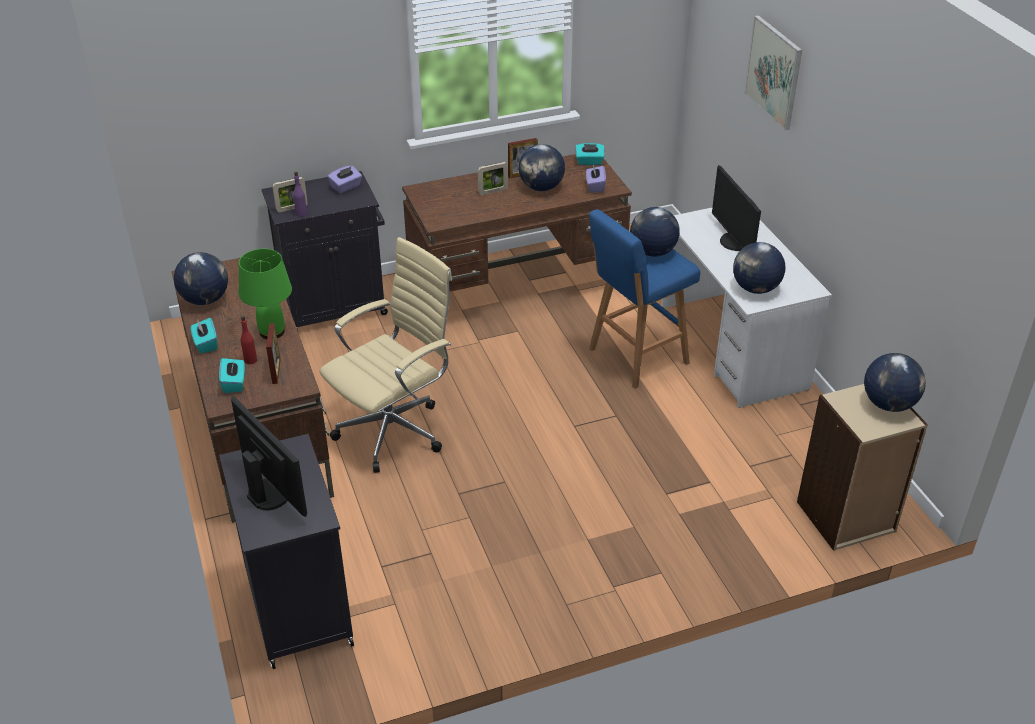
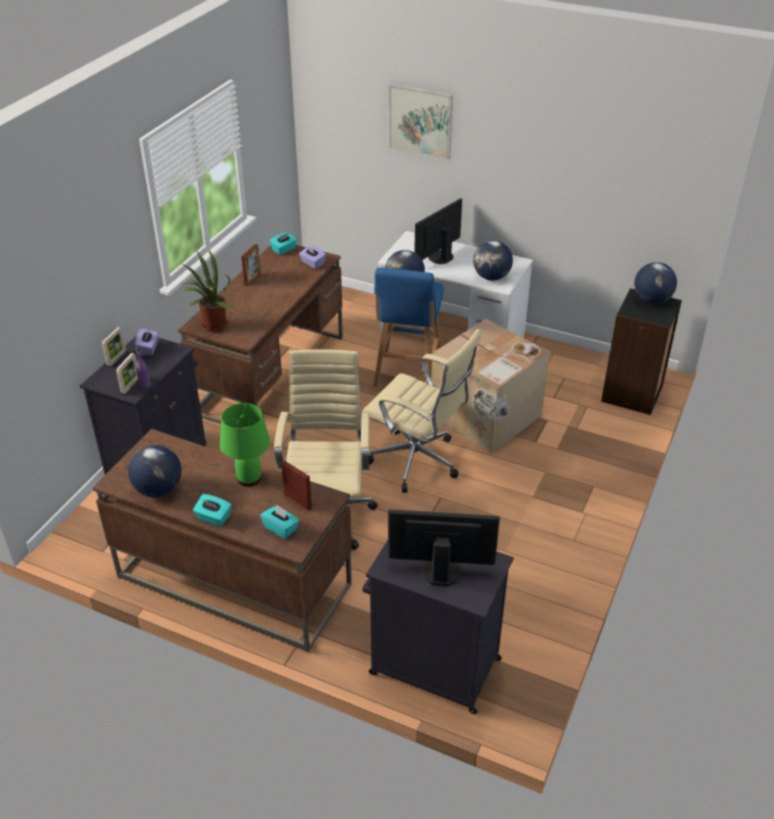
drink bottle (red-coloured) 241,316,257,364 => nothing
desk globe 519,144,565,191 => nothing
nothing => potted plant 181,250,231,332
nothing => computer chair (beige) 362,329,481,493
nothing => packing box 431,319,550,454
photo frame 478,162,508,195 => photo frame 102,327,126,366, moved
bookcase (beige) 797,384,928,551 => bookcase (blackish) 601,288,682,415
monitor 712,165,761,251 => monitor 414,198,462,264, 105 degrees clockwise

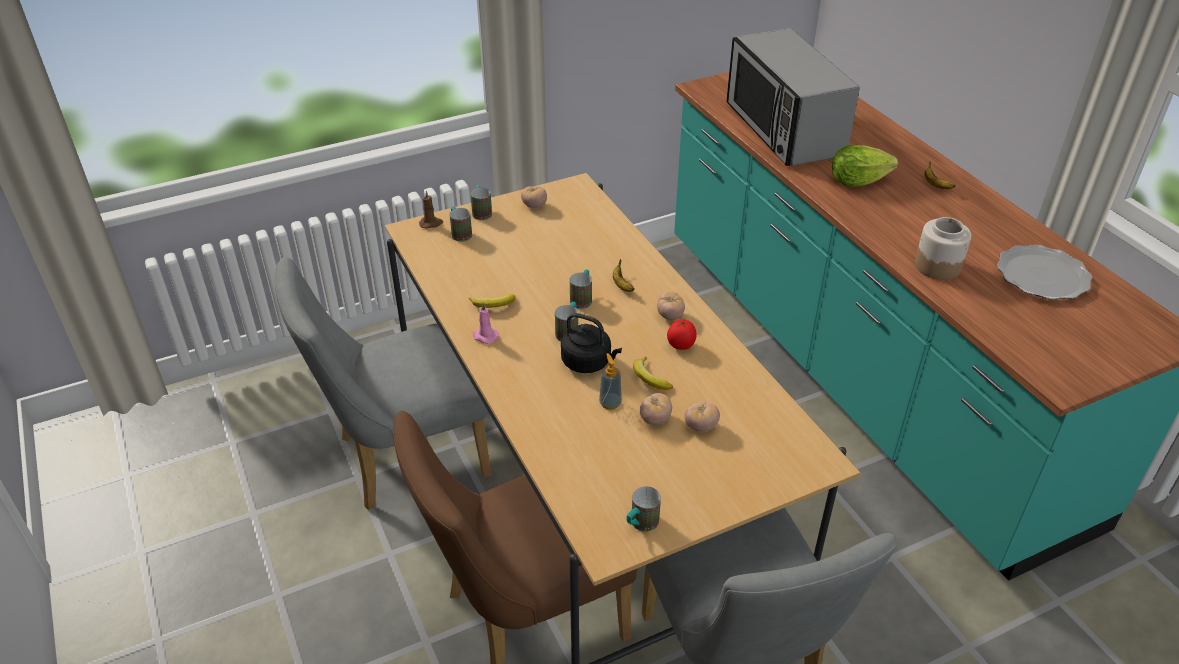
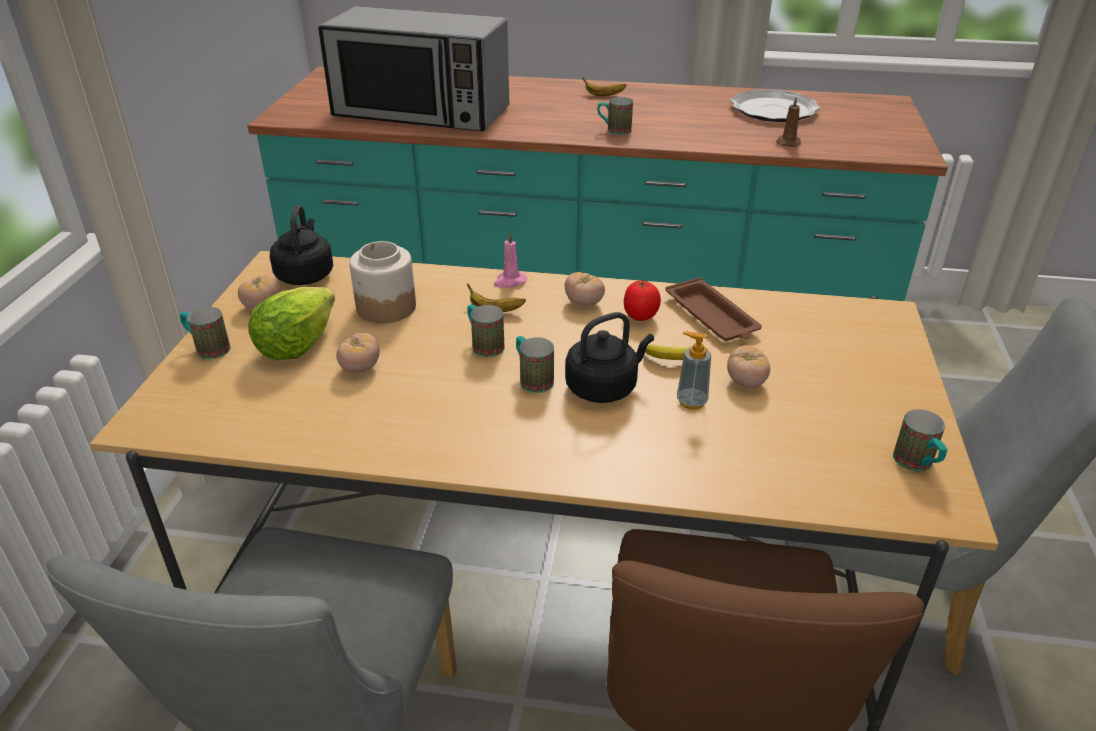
banana fruit 469,294,516,308 => nothing
nothing => tea kettle (blackish) 270,205,333,285
nothing => serving tray (brown) 665,277,762,341
wax candle (brown) 419,191,443,229 => wax candle (brown) 776,97,801,147, moved
coffee mug 450,206,472,242 => coffee mug 597,97,633,135, moved
wax candle (pinkish) 473,303,499,344 => wax candle (pinkish) 494,232,527,288, moved
fresh tomato 685,402,720,432 => fresh tomato 336,333,380,373, moved
lettuce head 832,145,898,187 => lettuce head 248,287,335,360, moved
preserve jar 915,217,971,280 => preserve jar 349,241,416,323, moved

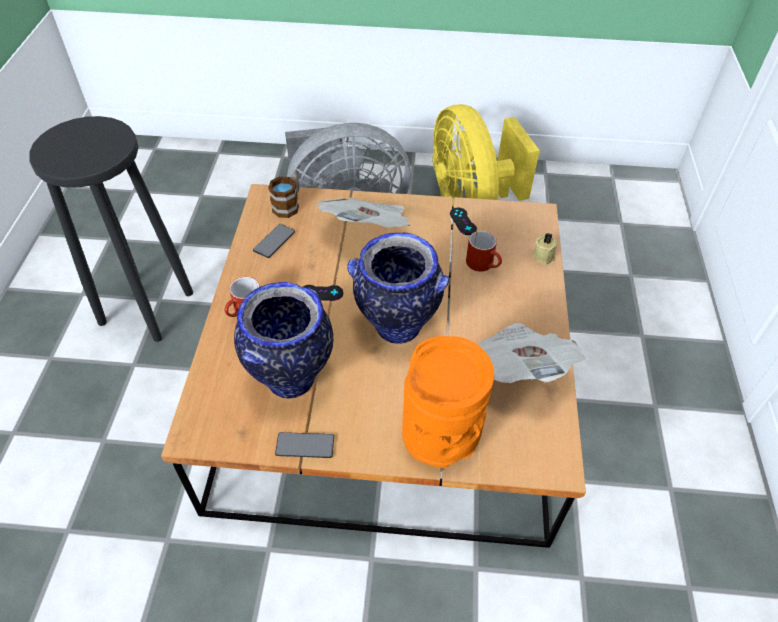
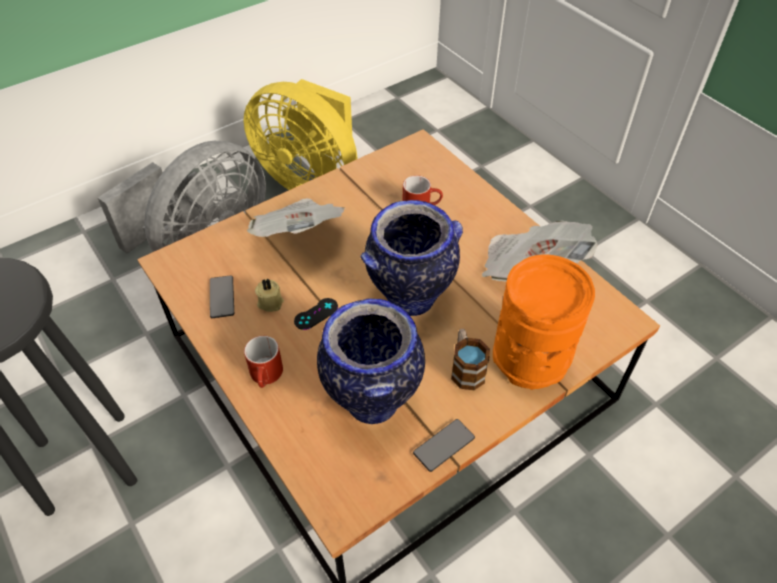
gamepad (blackish) 450,208,477,235 => nothing
coffee mug 268,173,299,218 => coffee mug 451,329,490,390, moved
wax candle (beige) 532,233,557,265 => wax candle (beige) 255,278,284,312, moved

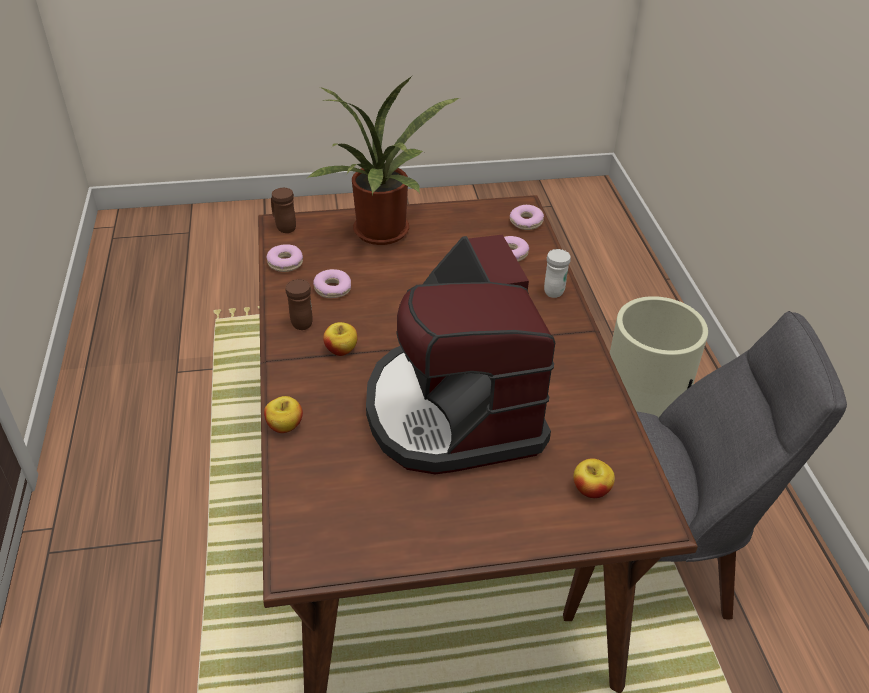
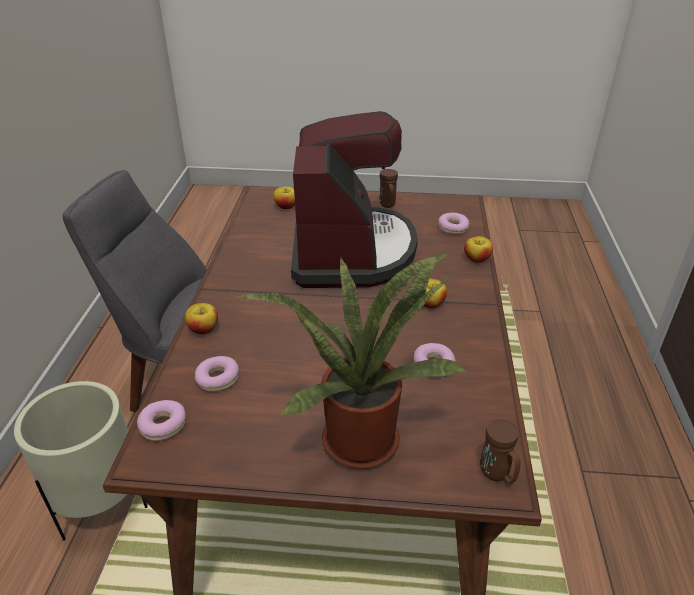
ring doughnut 266,244,303,272 => ring doughnut 438,213,469,234, moved
coffee mug (brown) 285,279,313,330 => coffee mug (brown) 379,169,398,208, moved
coffee mug (white-coloured) 544,249,571,298 => apple 185,303,218,335

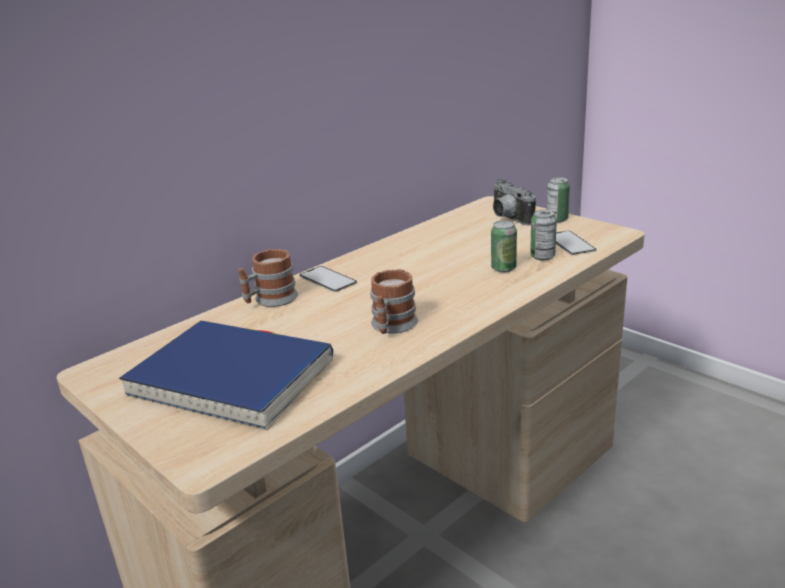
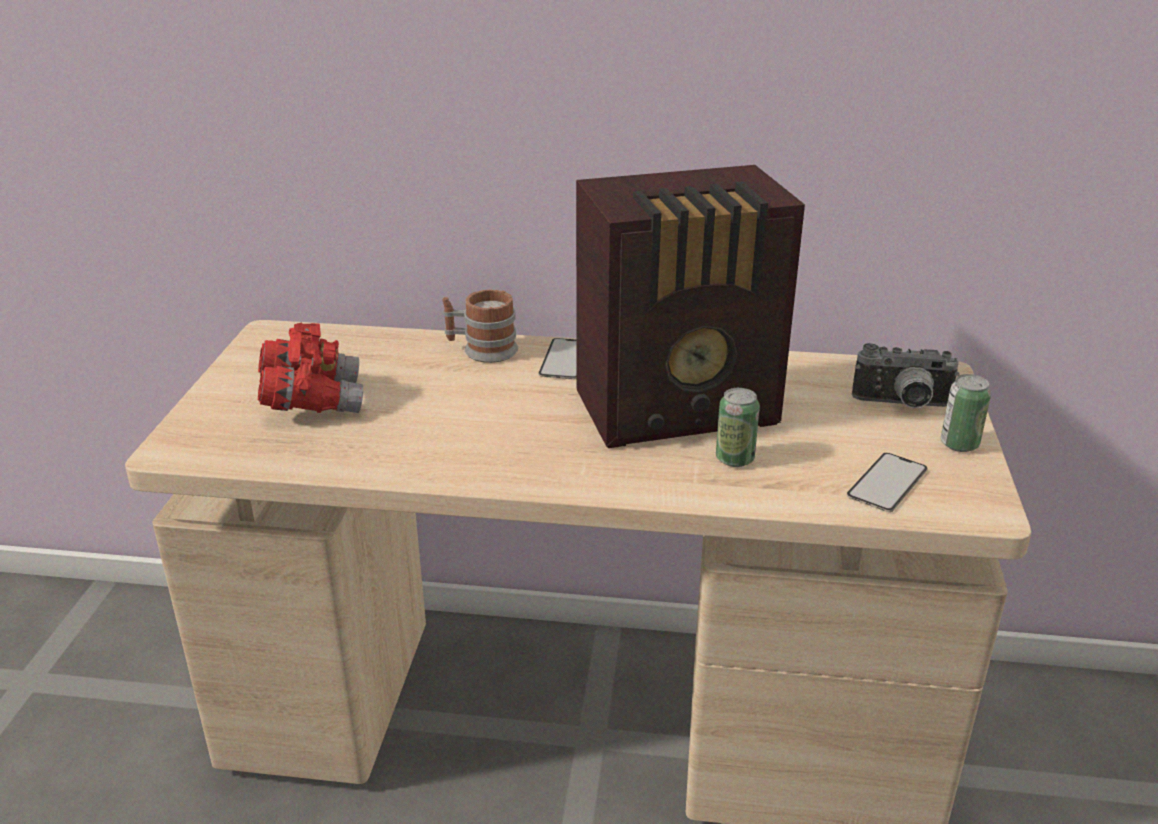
coffee mug 370,269,418,334 => nothing
can 530,210,557,260 => nothing
nothing => radio 576,165,805,448
book (bluish) 119,321,333,430 => pair of binoculars (red-coloured) 258,323,363,413
still camera 493,178,536,225 => still camera 852,343,959,408, 105 degrees counterclockwise

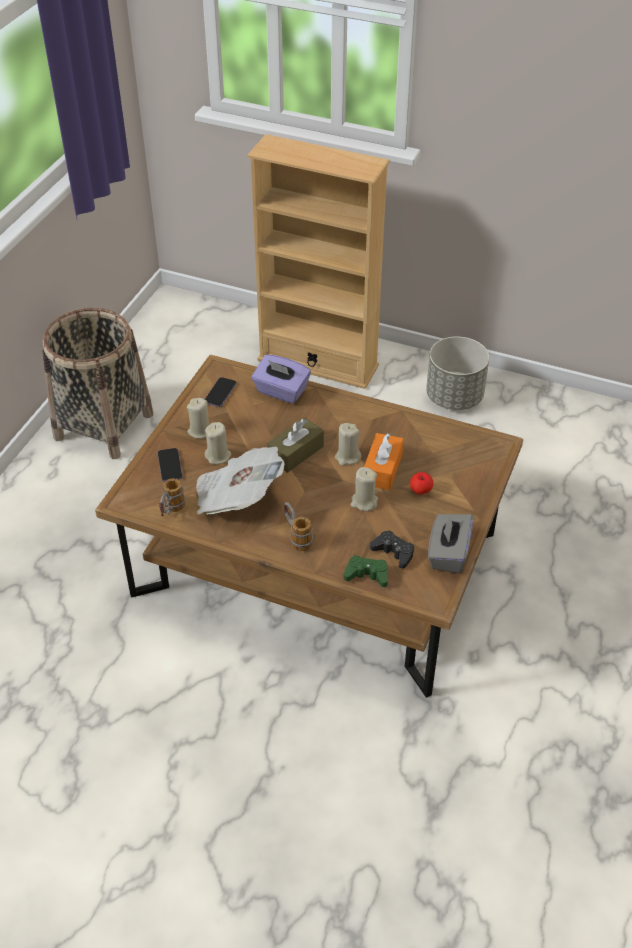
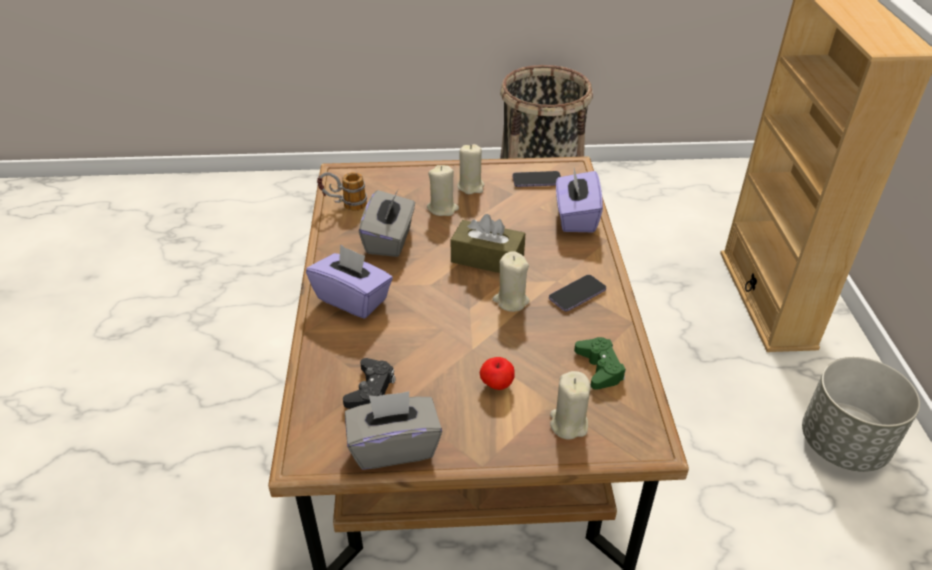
tissue box (orange-coloured) 364,433,404,490 => nothing
telephone 158,448,183,482 => telephone 549,275,606,311, moved
gamepad (greenish) 343,555,388,587 => gamepad (greenish) 574,337,626,390, moved
wax candle (beige) 351,467,378,511 => wax candle (beige) 550,371,591,440, moved
printed paper 196,447,284,514 => tissue box (greyish) 359,190,415,257
coffee mug 283,502,313,551 => tissue box (purple) 306,244,393,319

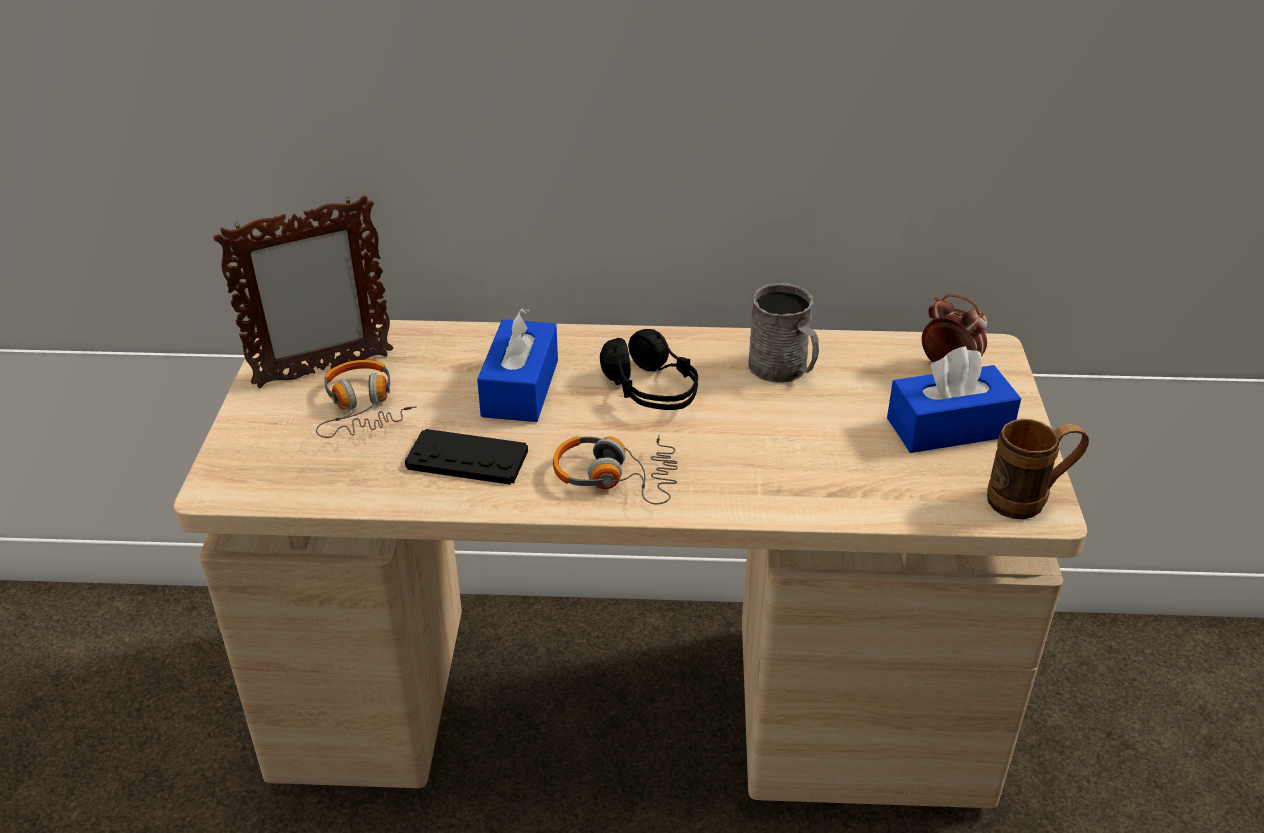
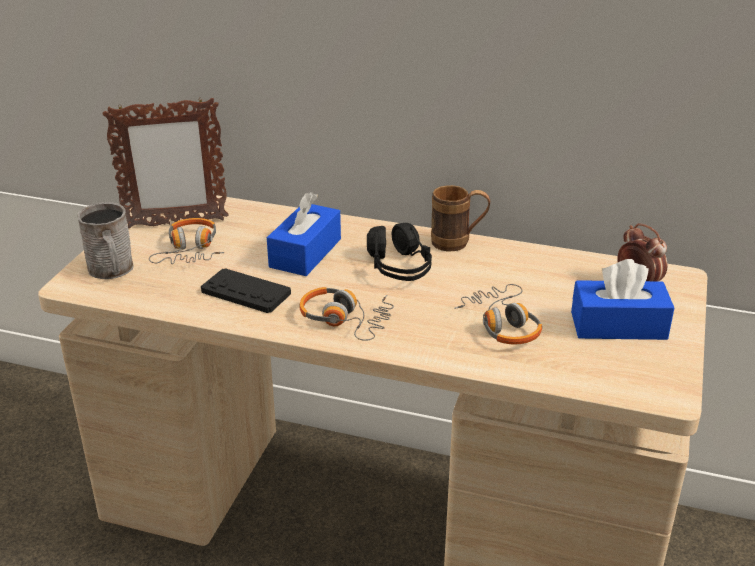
nothing => headset 454,284,542,344
coffee mug (greyish) 748,283,819,383 => coffee mug (greyish) 78,202,134,279, moved
coffee mug (brown) 987,419,1089,519 => coffee mug (brown) 431,185,490,251, moved

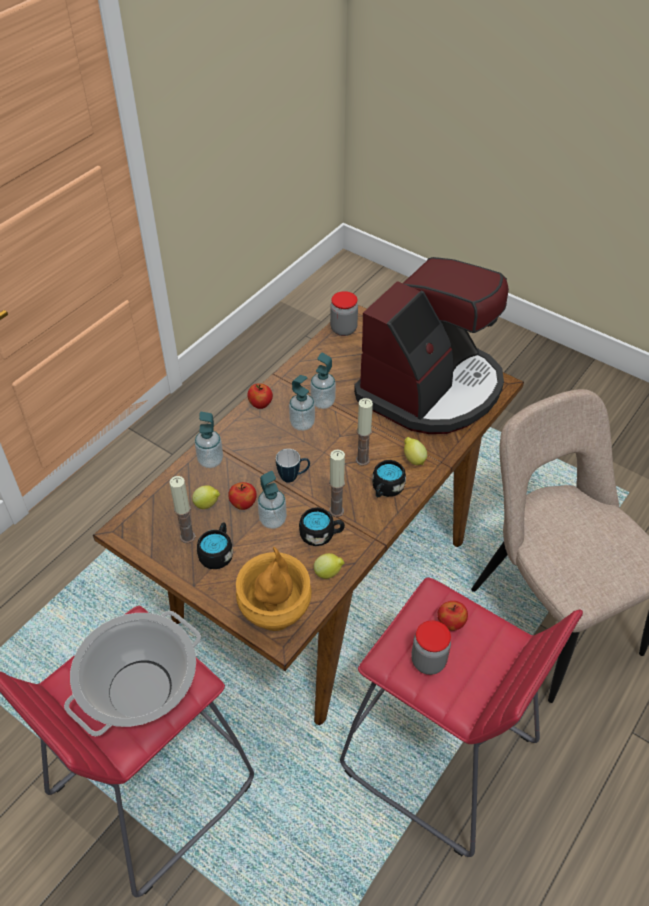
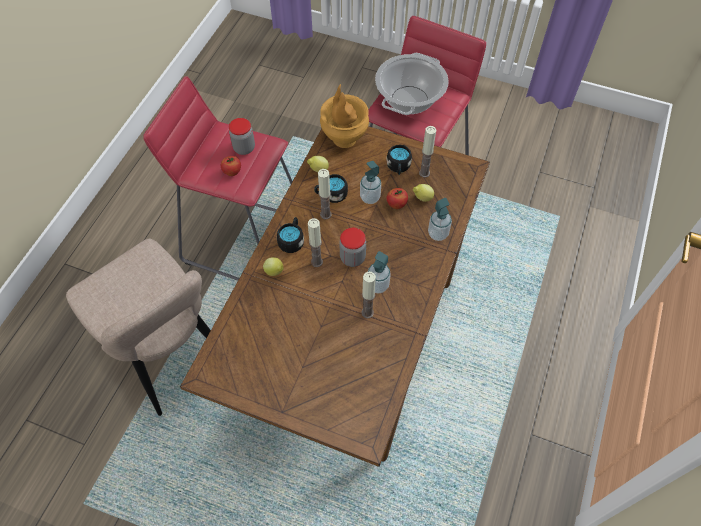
apple 247,383,273,409 => nothing
coffee mug 276,449,310,483 => nothing
coffee maker 354,257,509,434 => nothing
preserve jar 330,291,358,336 => preserve jar 339,228,366,267, moved
liquid soap bottle 310,353,336,409 => wax candle 361,272,376,318

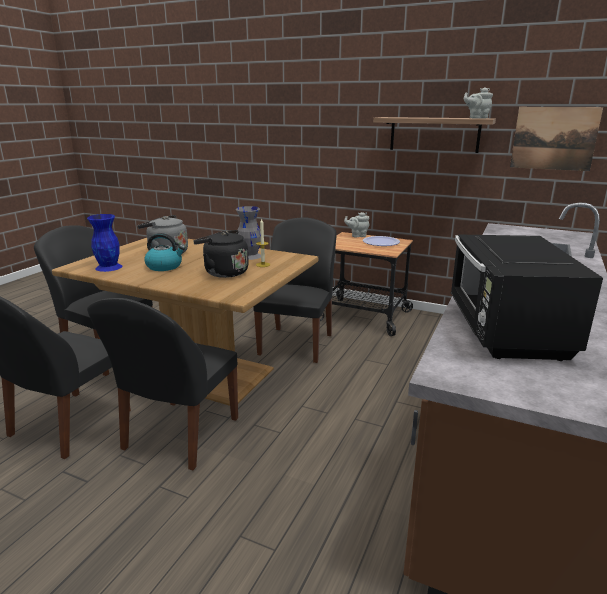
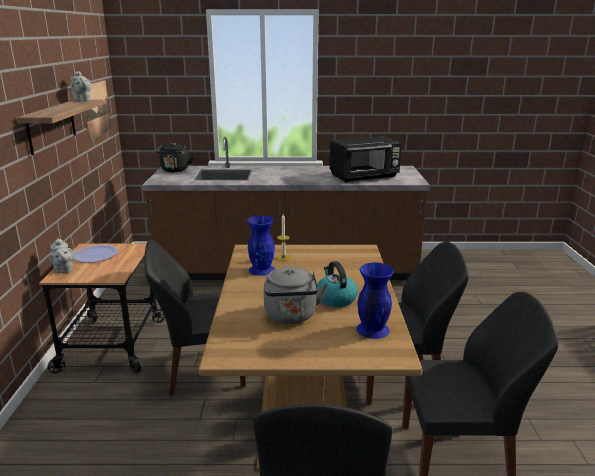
tea kettle (blackish) 193,230,249,278 => tea kettle (blackish) 155,143,194,172, moved
flower vase (greyish) 236,206,261,260 => flower vase (bluish) 247,215,275,276

